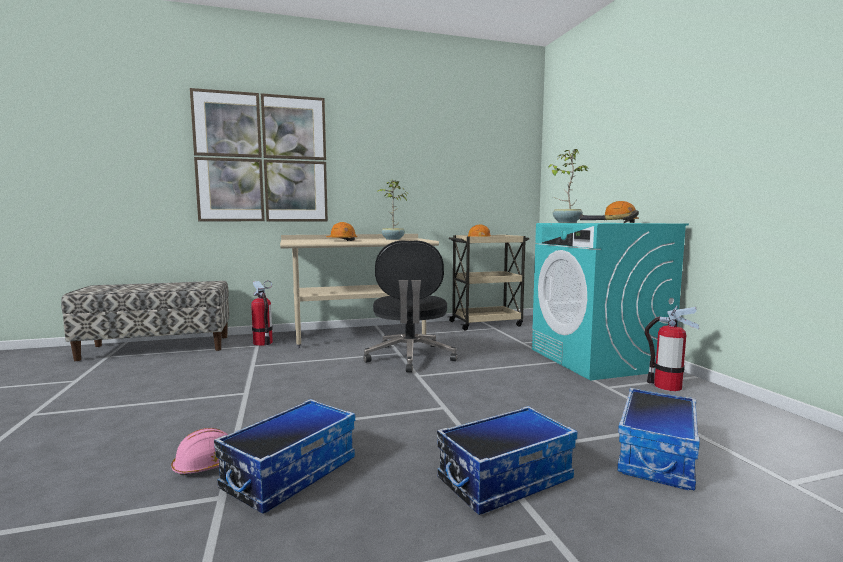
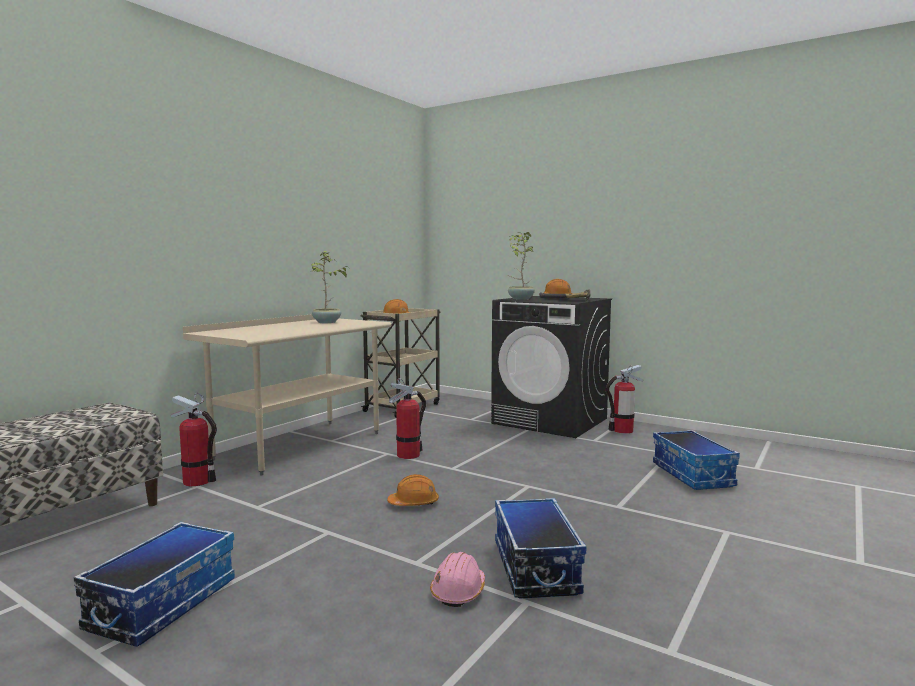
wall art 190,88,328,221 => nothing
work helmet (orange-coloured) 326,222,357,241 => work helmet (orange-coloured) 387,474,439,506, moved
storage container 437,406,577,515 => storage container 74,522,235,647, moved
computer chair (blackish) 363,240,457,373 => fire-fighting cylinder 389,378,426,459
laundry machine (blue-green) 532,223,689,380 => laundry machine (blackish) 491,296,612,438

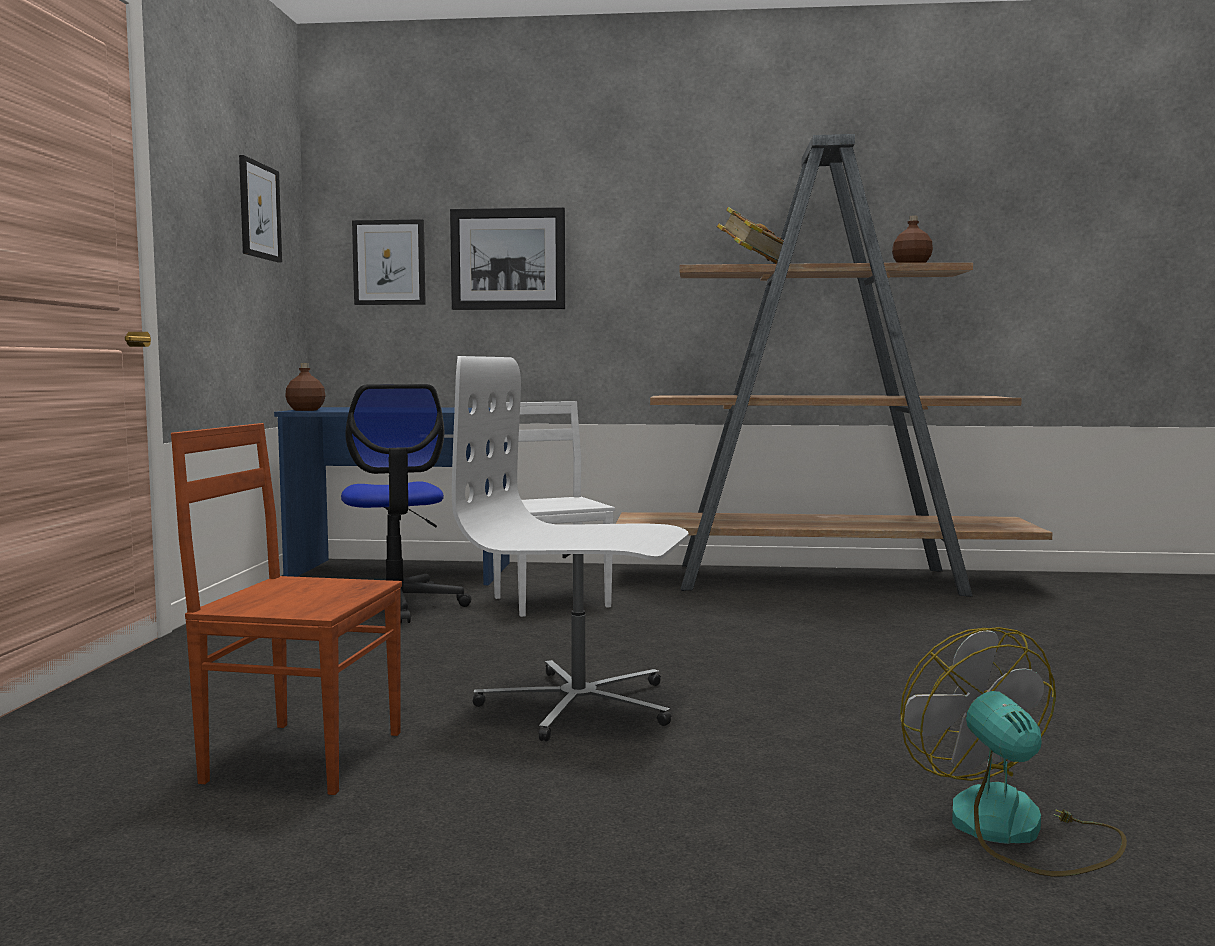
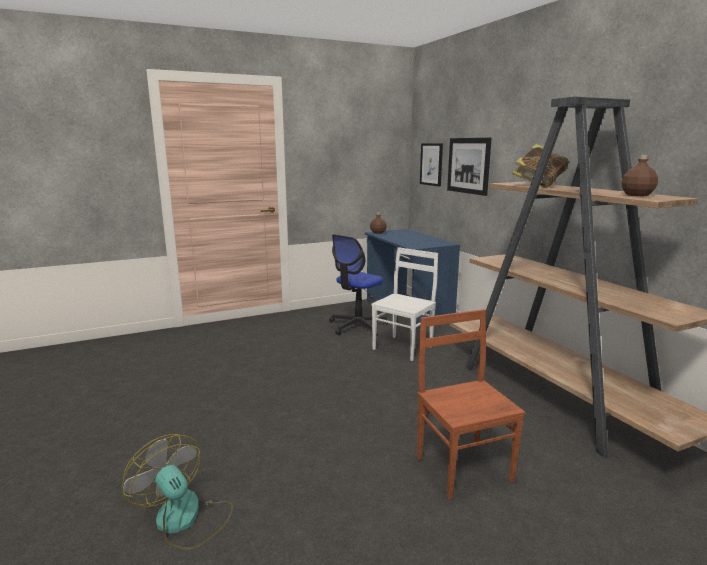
wall art 239,155,282,262 => nothing
computer chair (white-coloured) 452,356,689,742 => nothing
upright chair (brown) 171,423,402,795 => upright chair (brown) 417,309,525,499, moved
electric fan 900,627,1127,876 => electric fan 122,434,233,550, 90 degrees counterclockwise

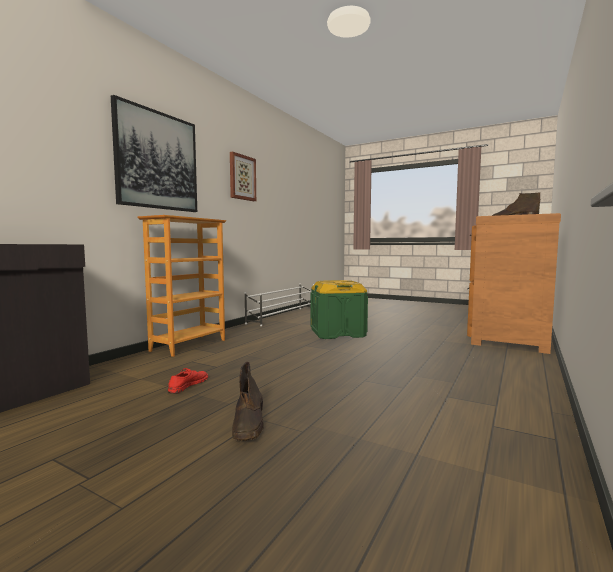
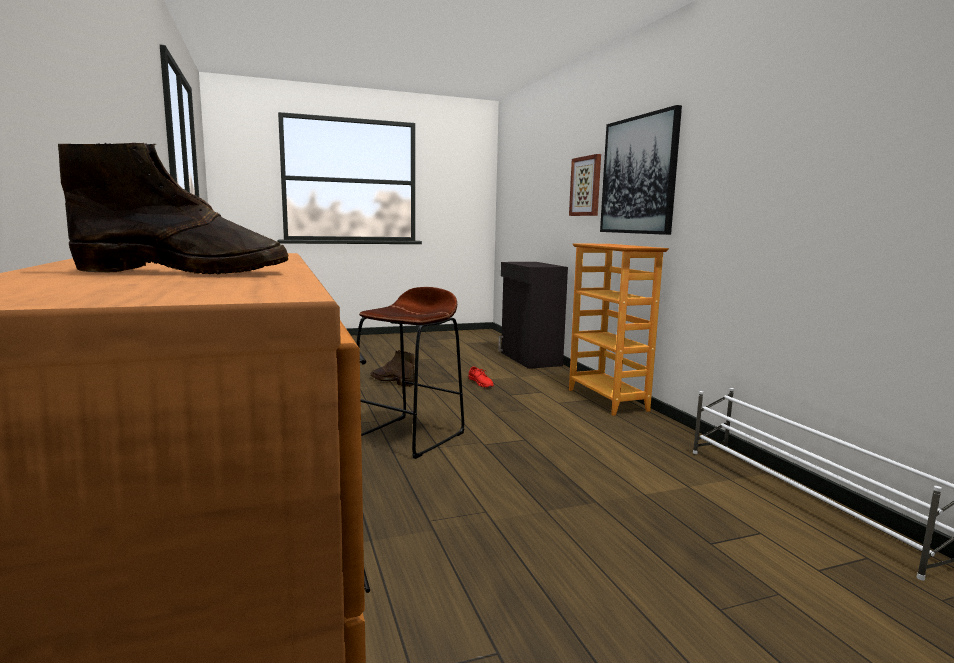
storage container (greenish) 311,280,368,339 => nothing
nothing => stool seat (brown) 356,287,464,459
wall art 230,151,256,201 => wall art 569,154,601,216, moved

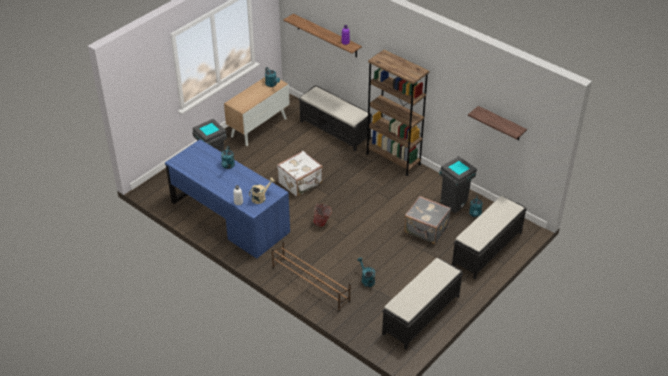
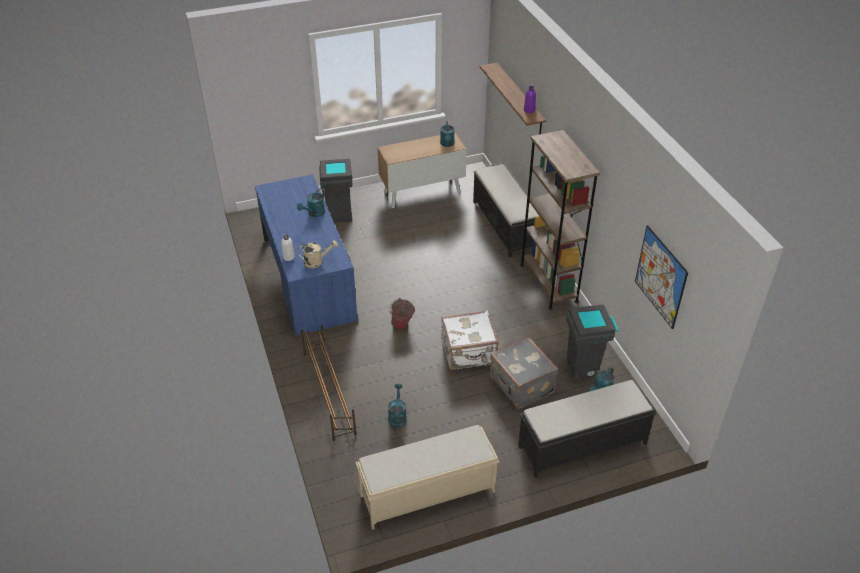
travel case (white-coloured) 277,151,323,197 => travel case (white-coloured) 441,310,498,371, moved
bracket shelf 468,106,527,141 => wall art 635,225,688,329
indoor bench (blackish) 382,258,463,350 => indoor bench (beige) 356,425,499,530

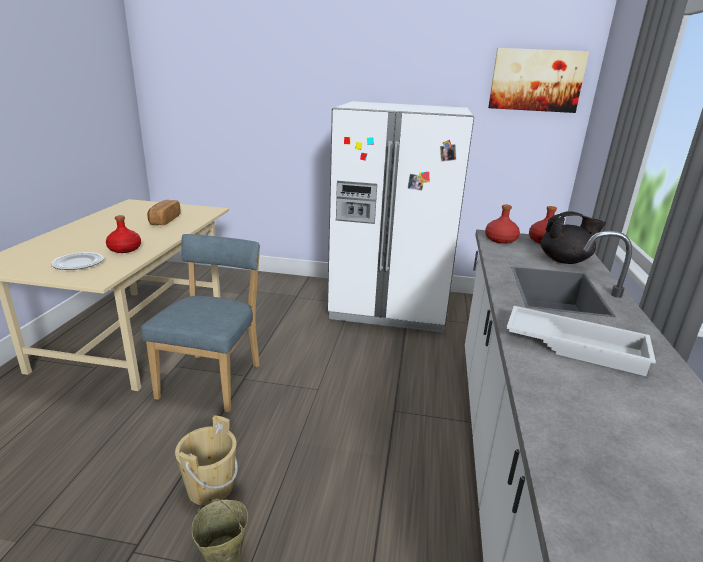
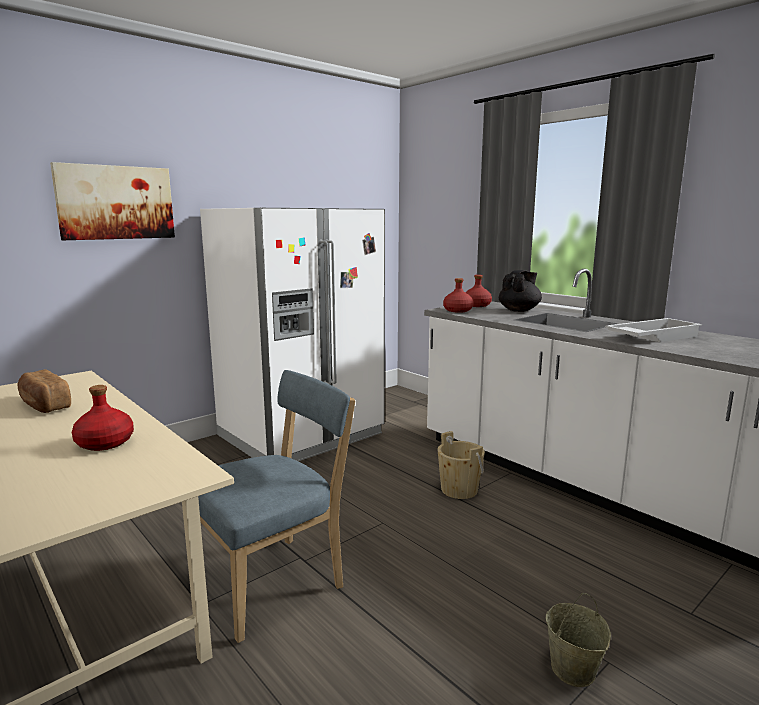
plate 51,252,104,270 => nothing
pail (beige) 175,415,238,506 => pail (beige) 437,431,485,499, moved
wall art 488,48,589,113 => wall art 50,162,175,240, moved
upright chair (bluish) 141,234,260,412 => upright chair (bluish) 198,370,355,643, 90 degrees clockwise

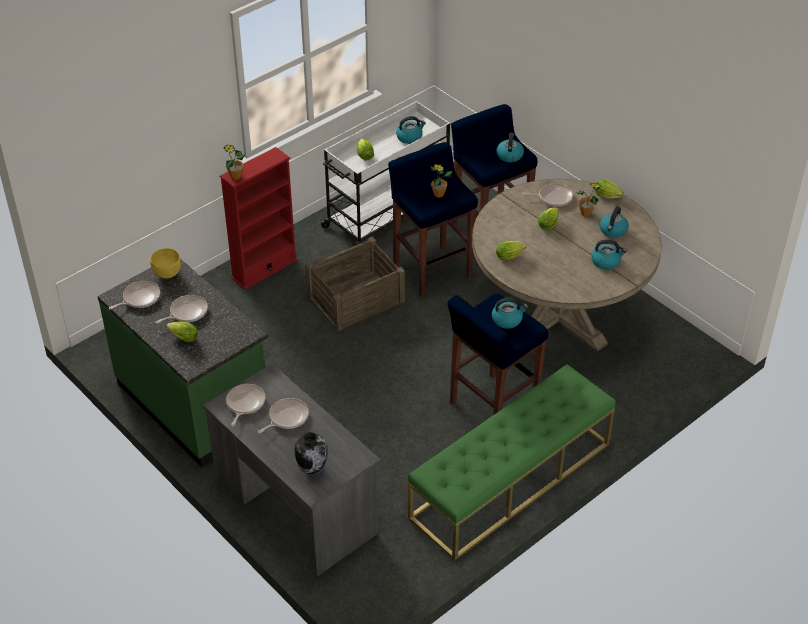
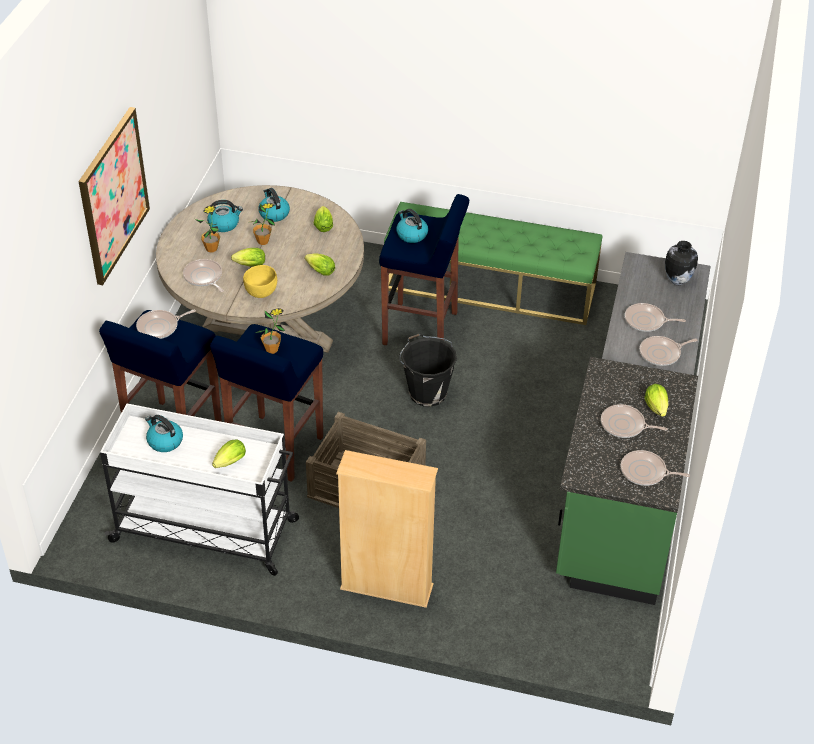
nothing => wall art 78,107,150,285
nothing => pail (blackish) 400,334,457,407
deep dish (yellow) 150,248,181,279 => deep dish (yellow) 243,265,277,298, moved
potted plant 223,145,245,180 => potted plant 252,203,275,245, moved
lettuce head 596,179,624,199 => lettuce head 314,206,333,232, moved
tea kettle 496,132,524,163 => pan 136,310,196,339
bookcase (red-coloured) 220,147,298,290 => bookcase (beige) 336,450,438,608

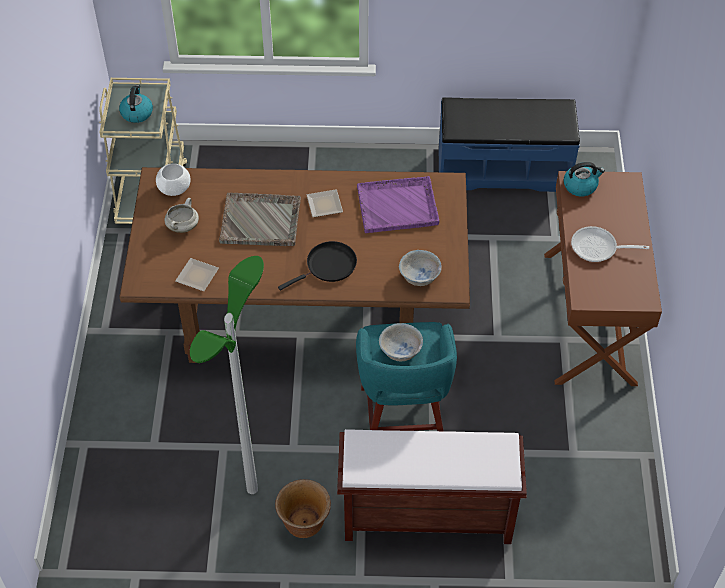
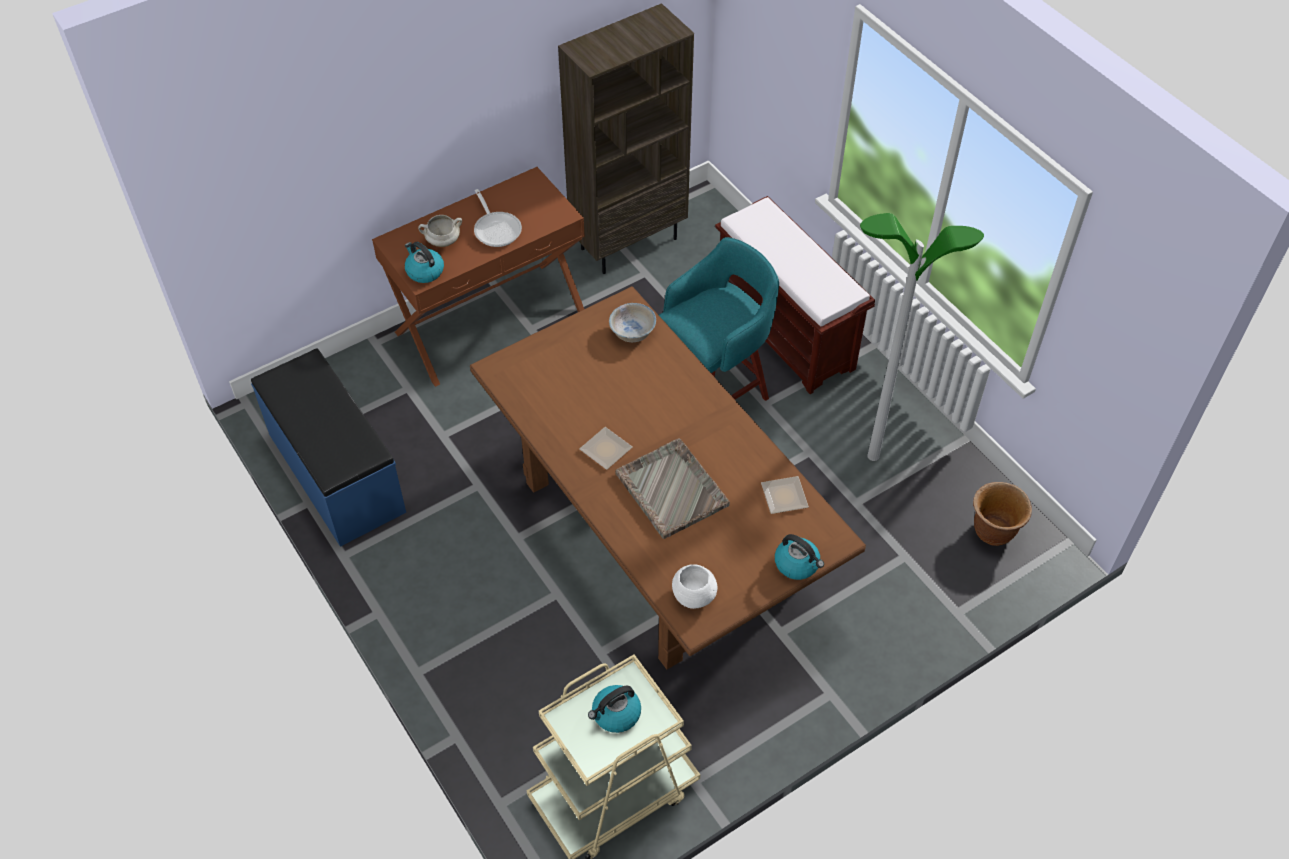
pan (blackish) 278,241,357,290 => nothing
serving tray (purple) 357,176,440,233 => nothing
deep dish (white-coloured) 379,323,423,361 => nothing
nothing => bookcase (brown) 558,3,694,274
nothing => tea kettle 775,534,824,580
cooking pot (white-coloured) 165,198,199,233 => cooking pot (white-coloured) 418,215,462,247, moved
plant pot (brown) 275,479,331,538 => plant pot (brown) 973,482,1032,546, moved

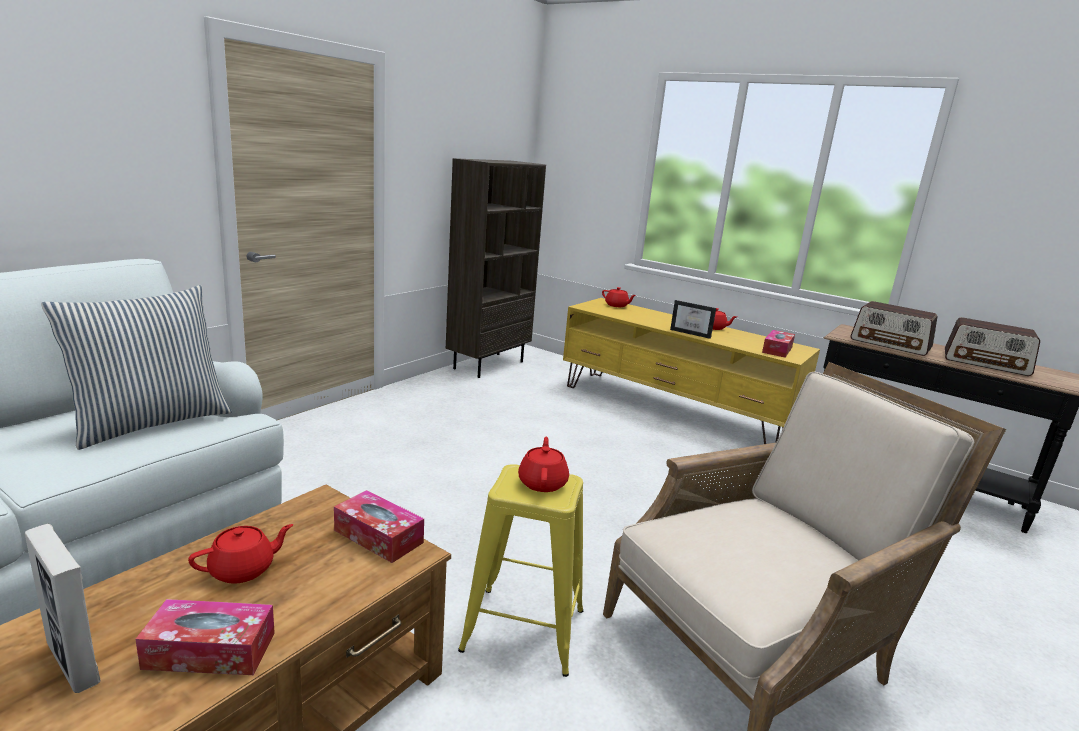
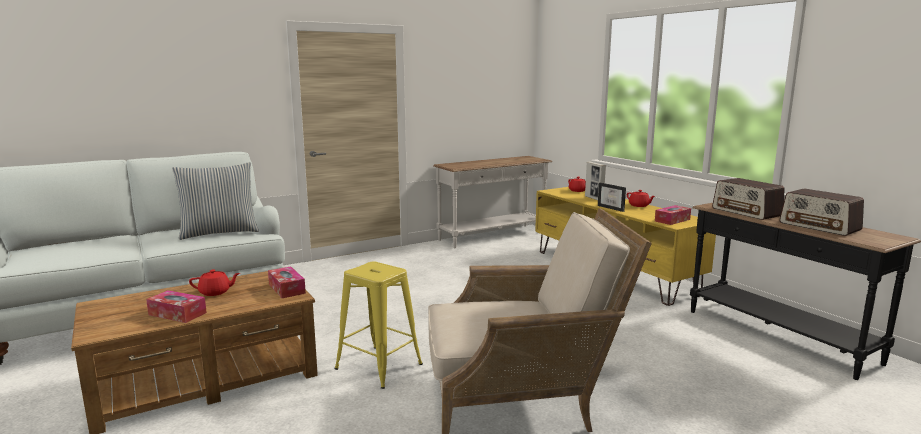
tea pot (red-coloured) 518,437,569,492 => nothing
photo frame 25,524,101,693 => photo frame 585,162,606,200, moved
bookcase (brown) 446,158,546,378 => console table (white-coloured) 433,156,552,248

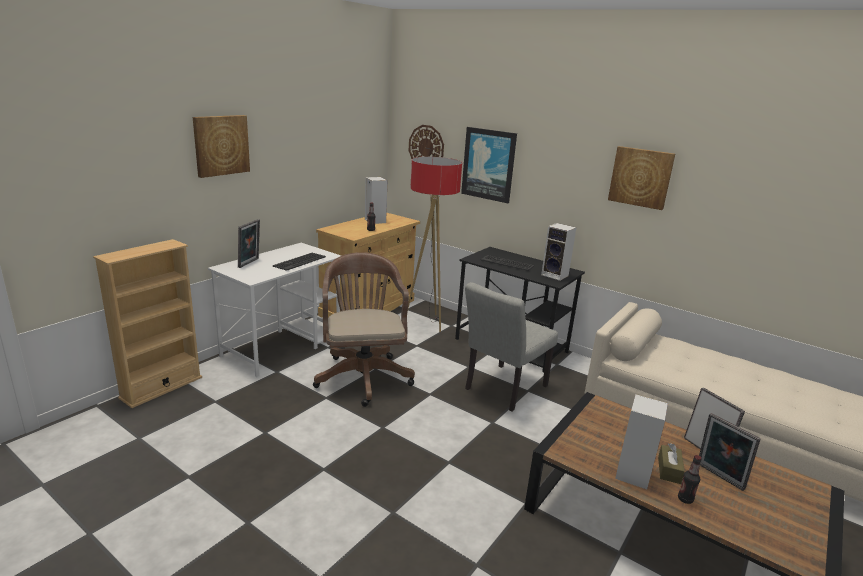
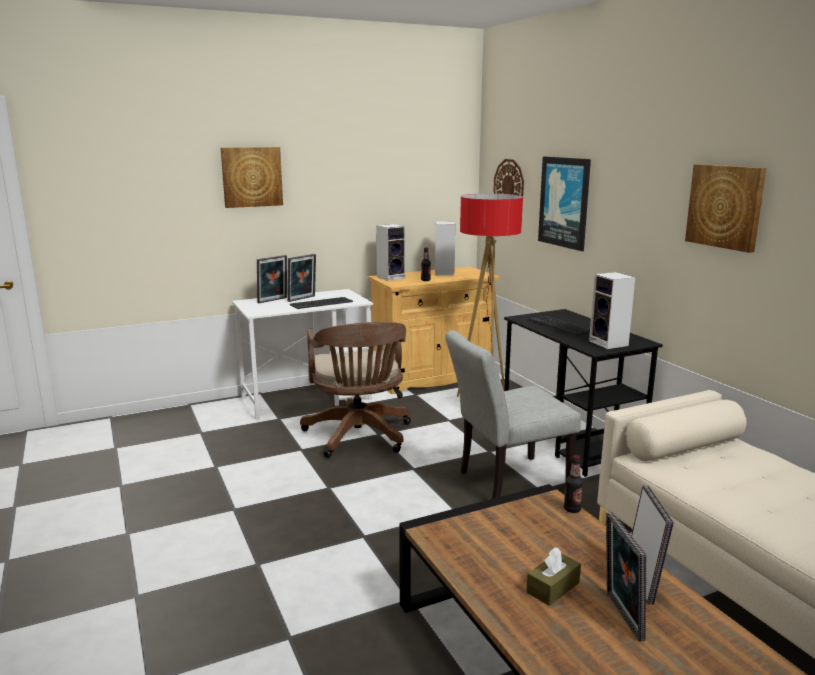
bookcase (beige) 93,239,202,408 => nothing
nothing => photo frame 287,254,316,302
loudspeaker 615,394,668,489 => loudspeaker 376,224,405,281, moved
drink bottle 678,455,702,504 => drink bottle 564,455,584,513, moved
computer chair (brown) 313,252,415,407 => computer chair (brown) 300,322,411,458, 150 degrees clockwise

